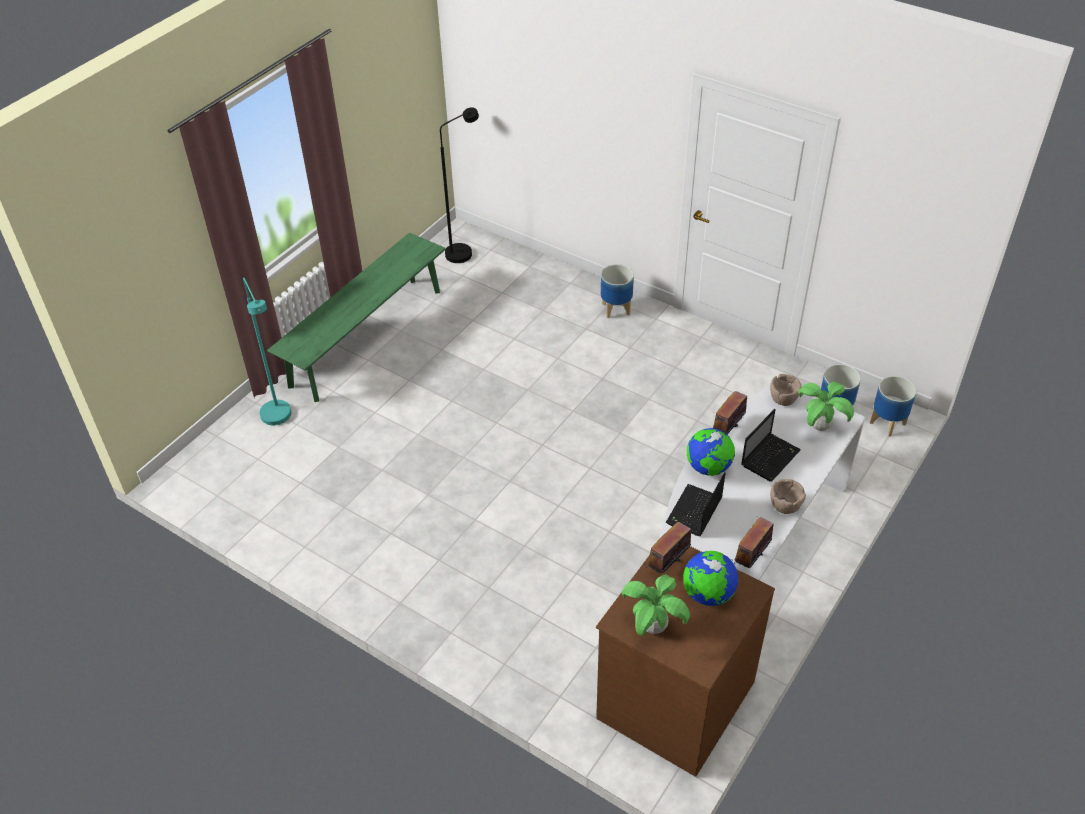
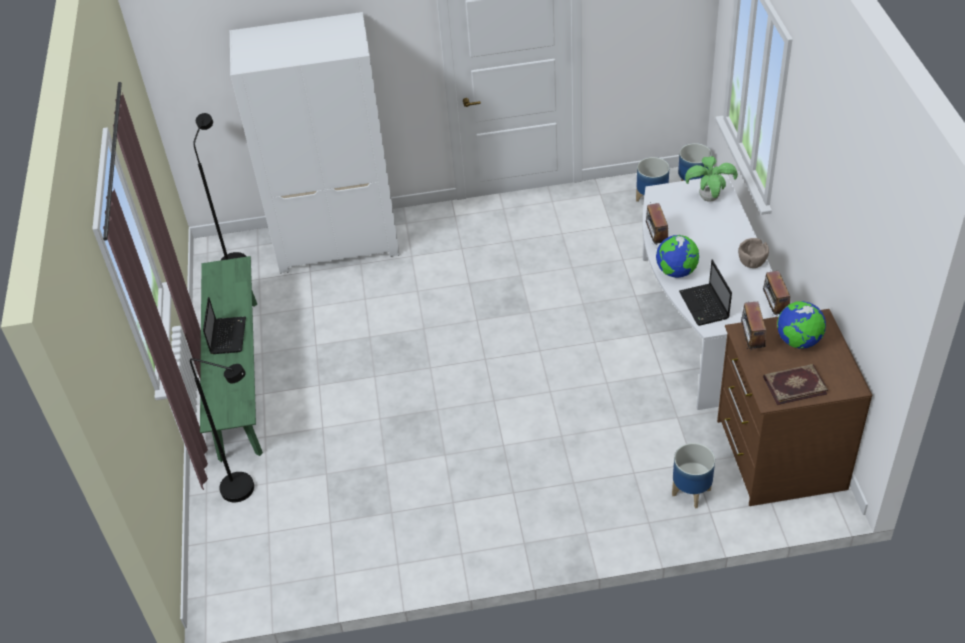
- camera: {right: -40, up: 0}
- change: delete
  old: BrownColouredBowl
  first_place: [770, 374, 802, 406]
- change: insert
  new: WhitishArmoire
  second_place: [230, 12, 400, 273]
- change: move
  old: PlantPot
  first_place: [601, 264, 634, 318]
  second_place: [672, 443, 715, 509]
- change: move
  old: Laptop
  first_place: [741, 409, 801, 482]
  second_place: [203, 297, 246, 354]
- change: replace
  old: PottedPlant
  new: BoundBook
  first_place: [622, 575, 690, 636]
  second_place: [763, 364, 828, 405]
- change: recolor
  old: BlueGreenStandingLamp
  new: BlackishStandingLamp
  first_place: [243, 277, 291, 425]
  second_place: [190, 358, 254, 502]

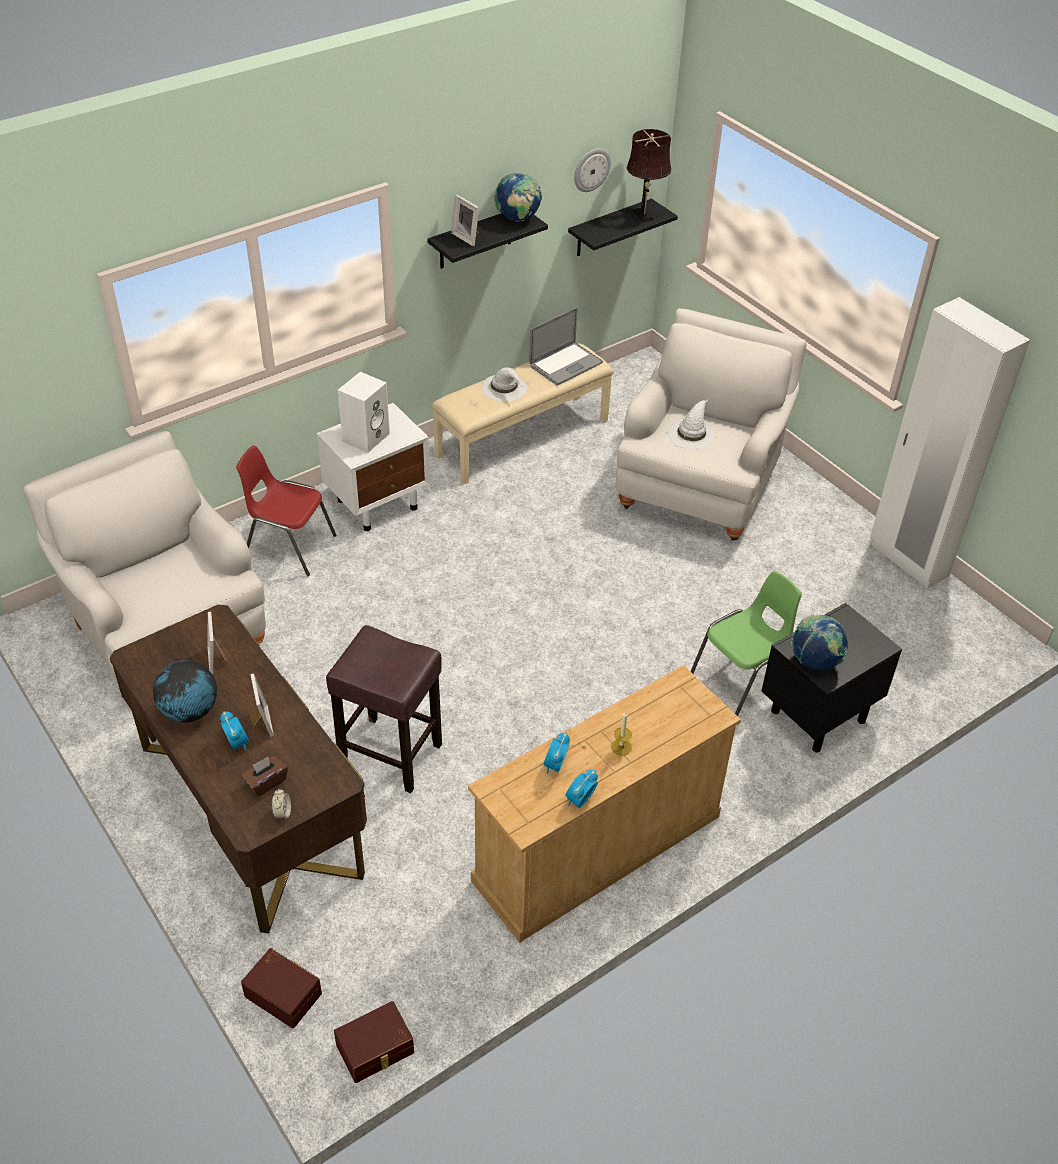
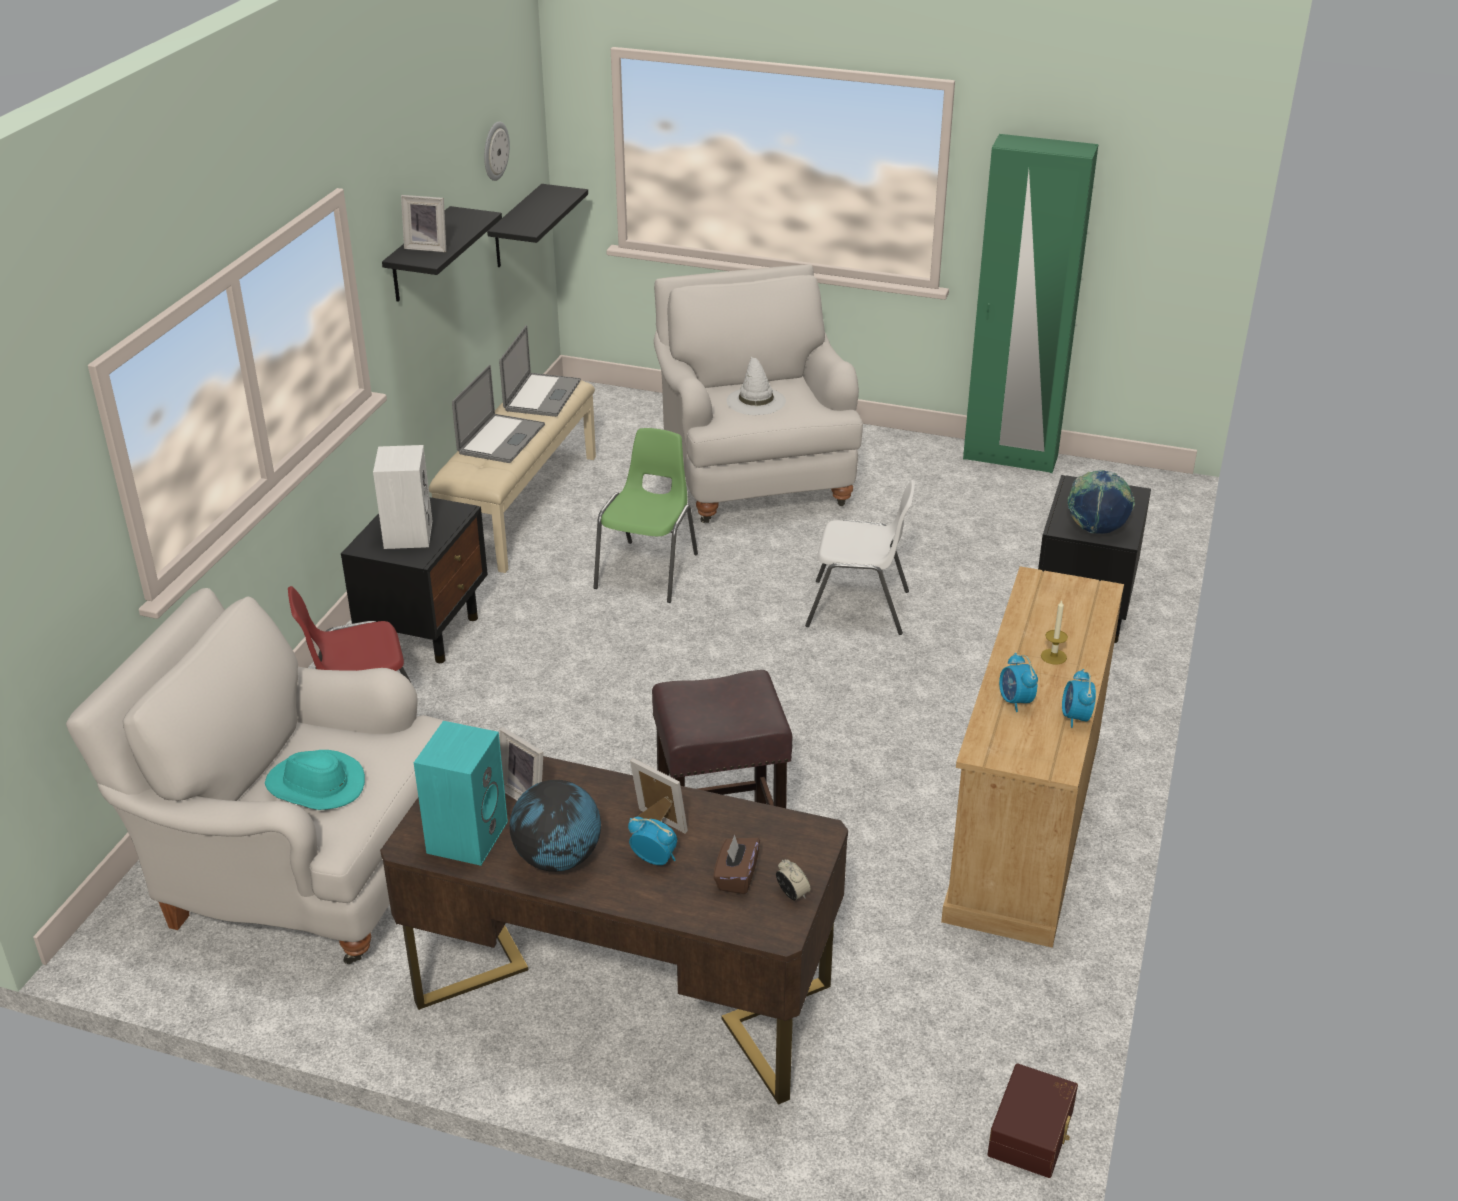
- camera: {right: -35, up: -10}
- change: delete
  old: BrownColouredStorageBox
  first_place: [241, 948, 322, 1028]
- change: delete
  old: WorldGlobe
  first_place: [494, 173, 542, 222]
- change: delete
  old: BrownColouredLampForATable
  first_place: [627, 129, 671, 223]
- change: insert
  new: BlueGreenWearableHat
  second_place: [265, 750, 365, 810]
- change: insert
  new: BlueGreenSpeaker
  second_place: [414, 721, 508, 866]
- change: insert
  new: WhitishPlainChair
  second_place: [805, 480, 915, 635]
- change: move
  old: GreenishPlainChair
  first_place: [691, 571, 802, 716]
  second_place: [594, 428, 698, 603]
- change: replace
  old: WhitishWearableHat
  new: Laptop
  first_place: [481, 368, 527, 402]
  second_place: [452, 365, 545, 463]
- change: recolor
  old: WhitishBedsideTable
  new: BlackishBedsideTable
  first_place: [317, 403, 430, 531]
  second_place: [341, 497, 488, 663]
- change: recolor
  old: WhitishArmoire
  new: GreenishArmoire
  first_place: [869, 297, 1030, 589]
  second_place: [963, 134, 1099, 473]

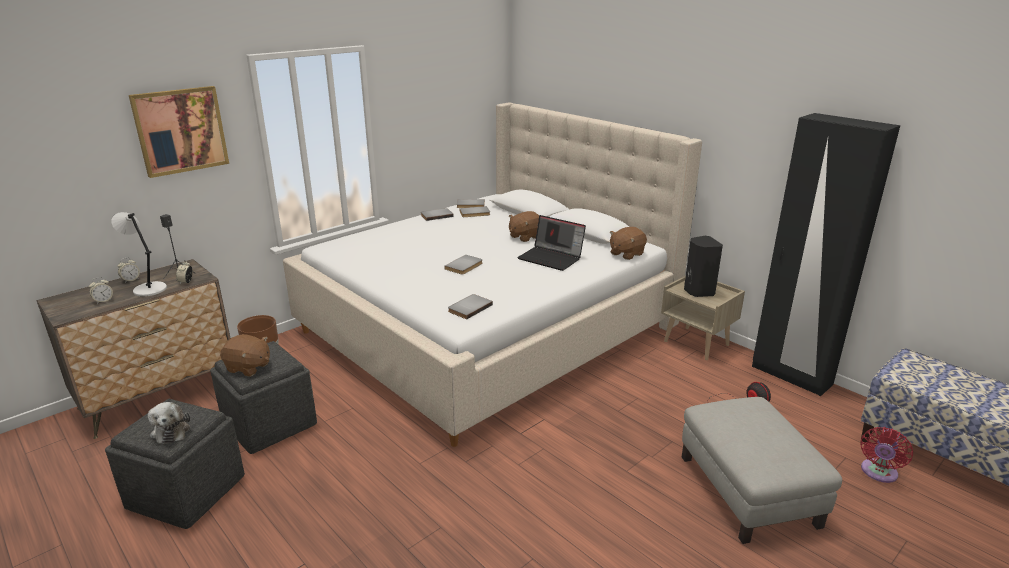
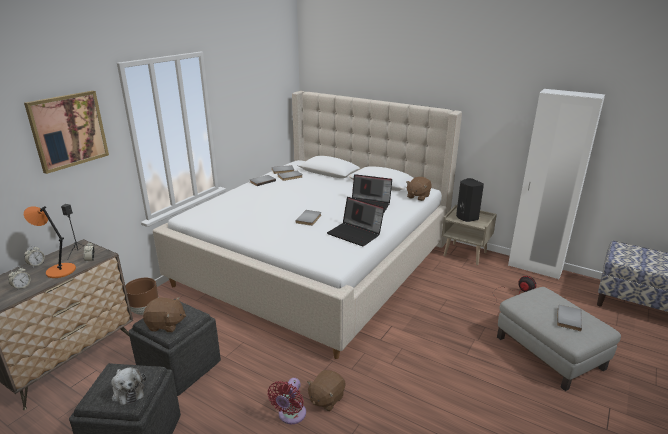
- camera: {right: -15, up: 0}
- change: insert
  new: Laptop
  second_place: [327, 197, 385, 246]
- change: move
  old: GreyishBoundBook
  first_place: [448, 294, 493, 319]
  second_place: [557, 305, 582, 331]
- change: move
  old: BrownColouredPlushToy
  first_place: [509, 211, 539, 242]
  second_place: [307, 370, 345, 411]
- change: move
  old: RedColouredElectricFan
  first_place: [860, 427, 913, 483]
  second_place: [268, 378, 306, 424]
- change: recolor
  old: GreyishLampForATable
  new: OrangeyLampForATable
  first_place: [111, 212, 167, 297]
  second_place: [24, 206, 76, 278]
- change: recolor
  old: BlackishArmoire
  new: WhitishArmoire
  first_place: [752, 113, 900, 396]
  second_place: [508, 89, 605, 279]

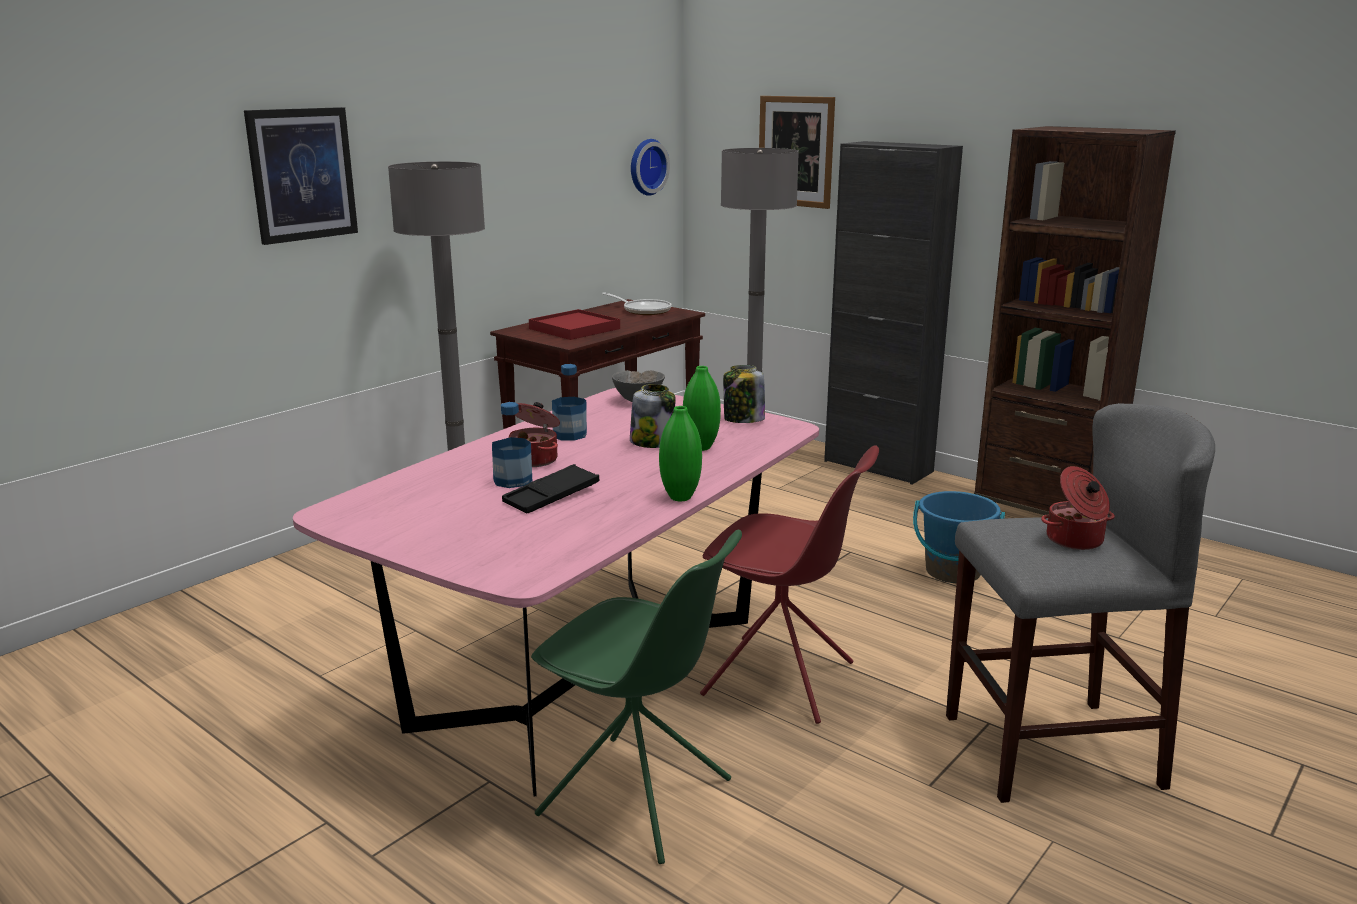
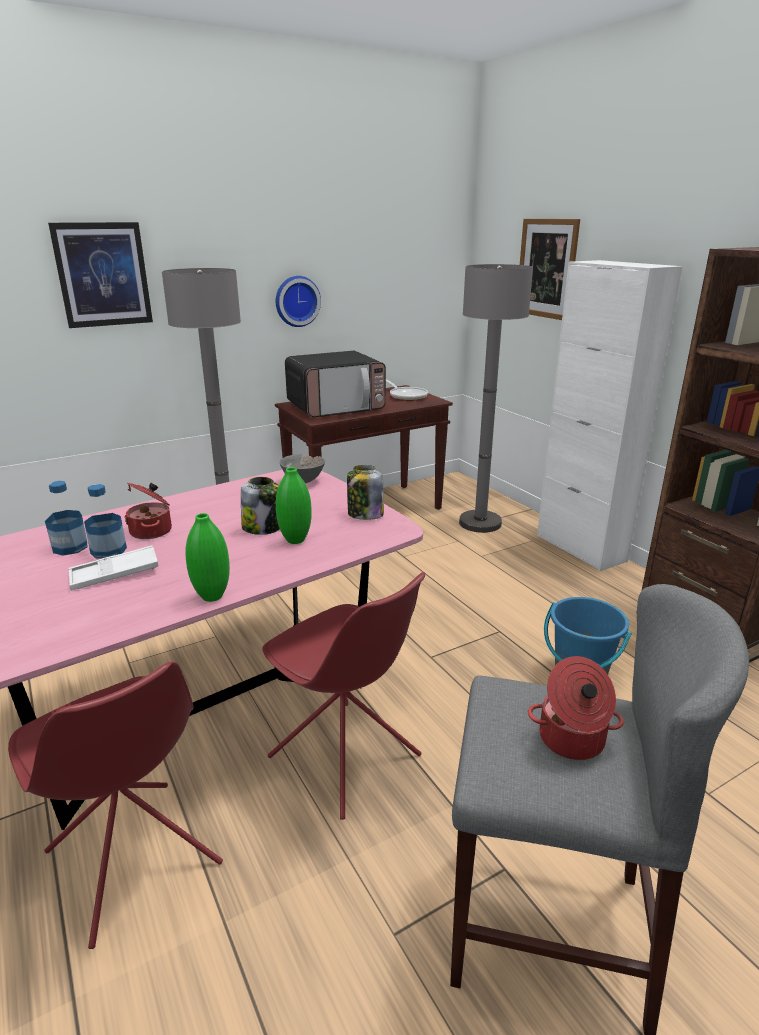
- camera: {right: 20, up: 5}
- change: move
  old: Bottle
  first_place: [552, 364, 587, 441]
  second_place: [45, 481, 88, 556]
- change: move
  old: HangingClock
  first_place: [631, 139, 670, 196]
  second_place: [276, 276, 321, 327]
- change: replace
  old: RedColouredTray
  new: Microwave
  first_place: [529, 309, 620, 340]
  second_place: [285, 351, 386, 418]
- change: recolor
  old: BlackishTray
  new: WhitishTray
  first_place: [502, 464, 599, 514]
  second_place: [69, 545, 159, 590]
- change: recolor
  old: GreenishPlainChair
  new: RedColouredPlainChair
  first_place: [531, 530, 742, 864]
  second_place: [8, 662, 223, 949]
- change: recolor
  old: BlackishCabinet
  new: WhitishCabinet
  first_place: [824, 141, 963, 485]
  second_place: [537, 260, 683, 571]

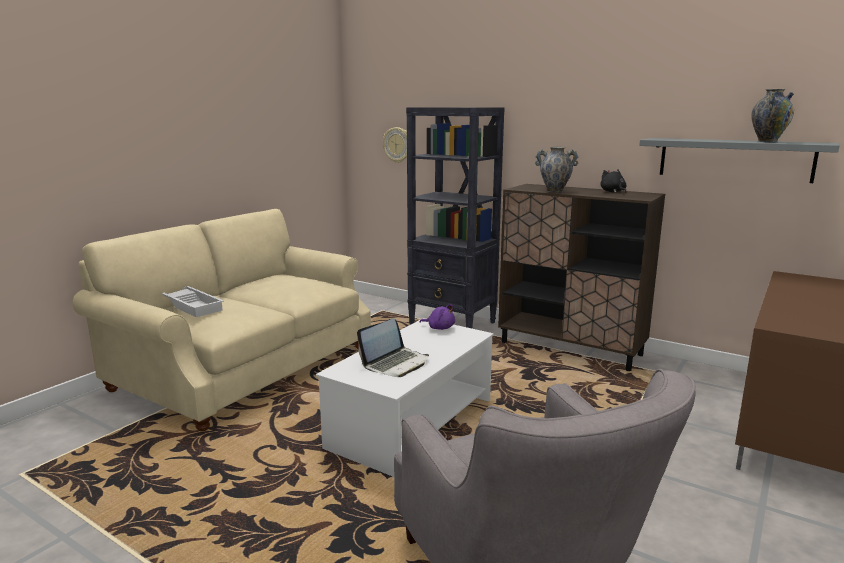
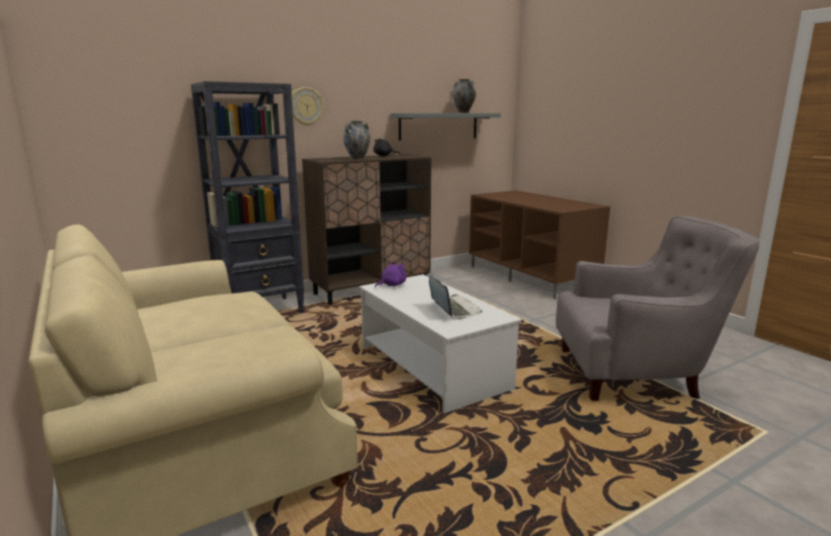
- camera: {right: -65, up: 0}
- change: delete
  old: WhitishTray
  first_place: [162, 286, 224, 317]
- change: move
  old: HangingClock
  first_place: [383, 127, 407, 163]
  second_place: [291, 87, 324, 126]

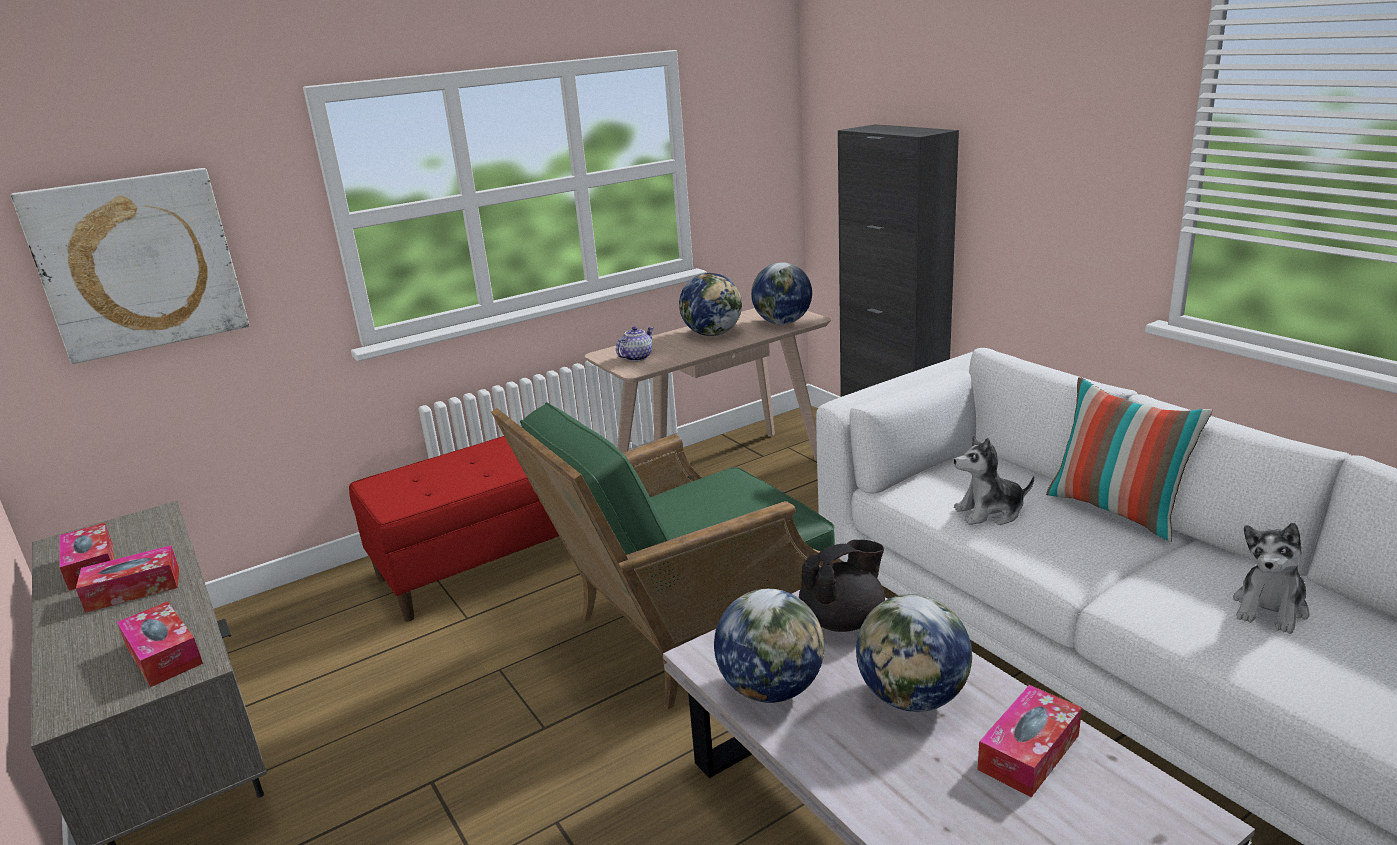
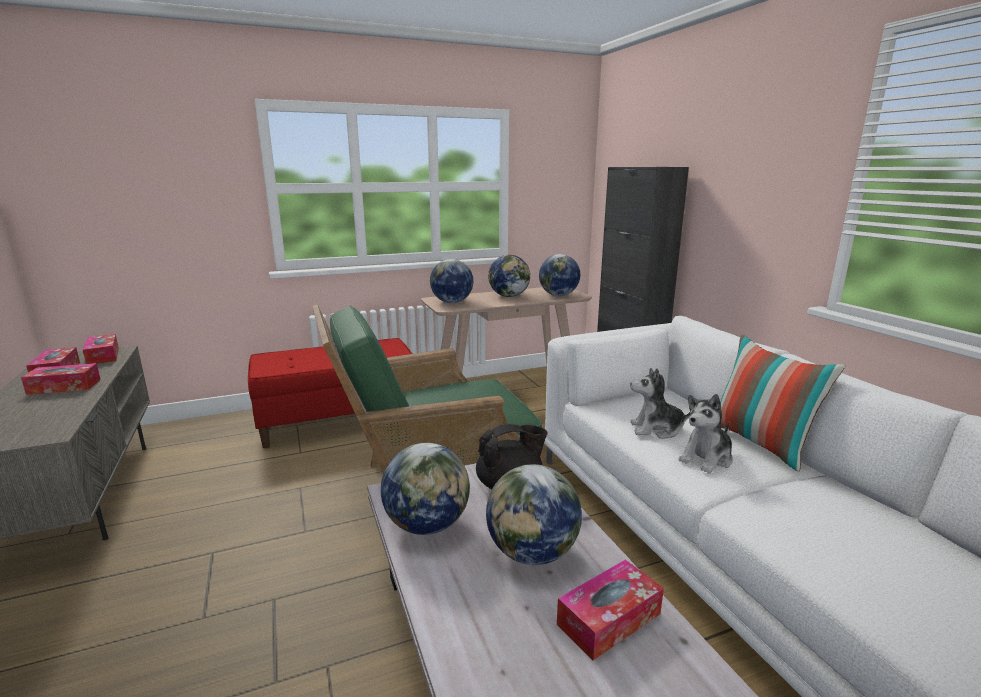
- camera: {right: 10, up: -5}
- change: delete
  old: Picture
  first_place: [11, 168, 249, 364]
- change: move
  old: TissueHolder
  first_place: [117, 601, 203, 687]
  second_place: [83, 334, 119, 364]
- change: move
  old: PlushToy
  first_place: [1233, 523, 1310, 634]
  second_place: [678, 394, 733, 474]
- change: replace
  old: PotForTea
  new: WorldGlobe
  first_place: [616, 326, 654, 361]
  second_place: [430, 259, 473, 303]

